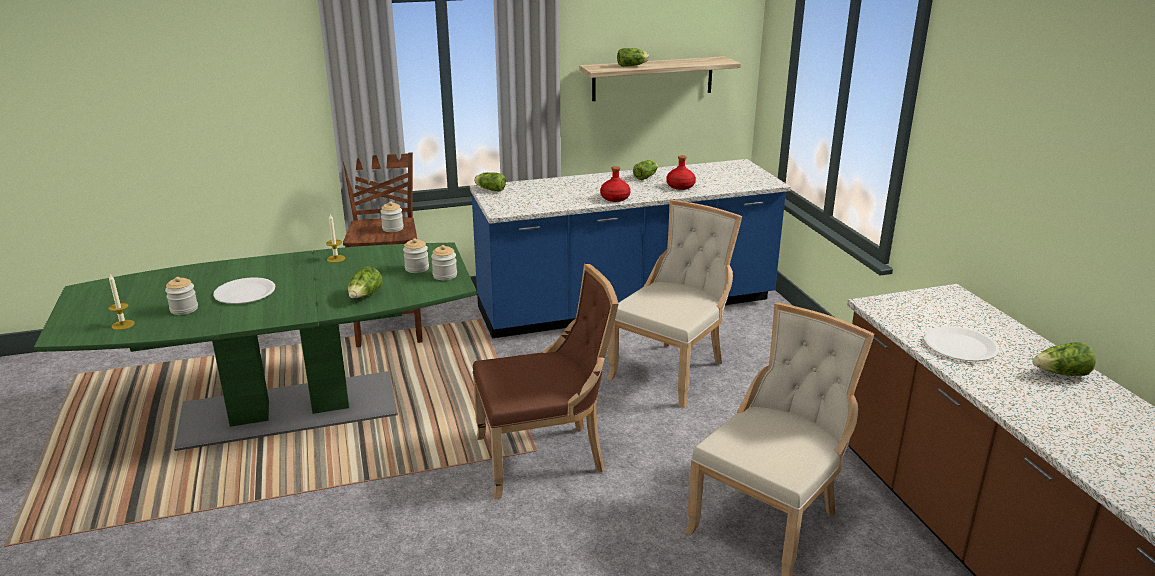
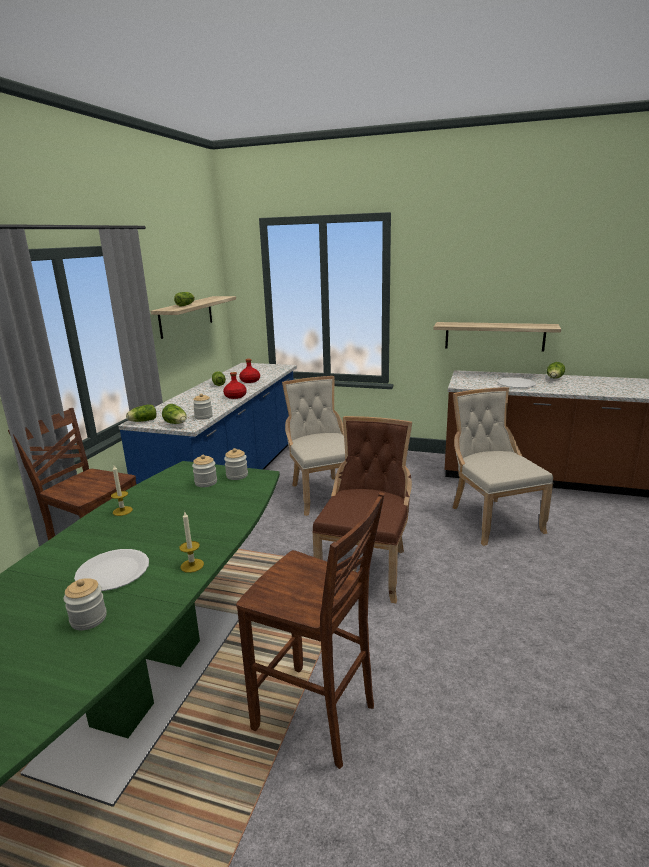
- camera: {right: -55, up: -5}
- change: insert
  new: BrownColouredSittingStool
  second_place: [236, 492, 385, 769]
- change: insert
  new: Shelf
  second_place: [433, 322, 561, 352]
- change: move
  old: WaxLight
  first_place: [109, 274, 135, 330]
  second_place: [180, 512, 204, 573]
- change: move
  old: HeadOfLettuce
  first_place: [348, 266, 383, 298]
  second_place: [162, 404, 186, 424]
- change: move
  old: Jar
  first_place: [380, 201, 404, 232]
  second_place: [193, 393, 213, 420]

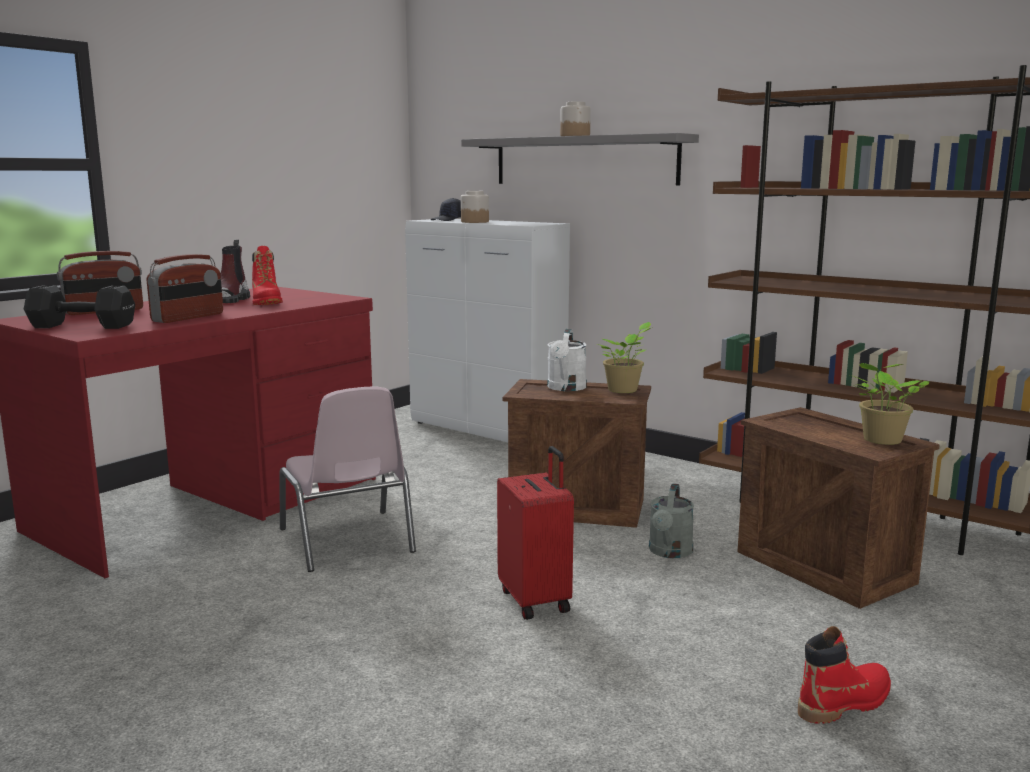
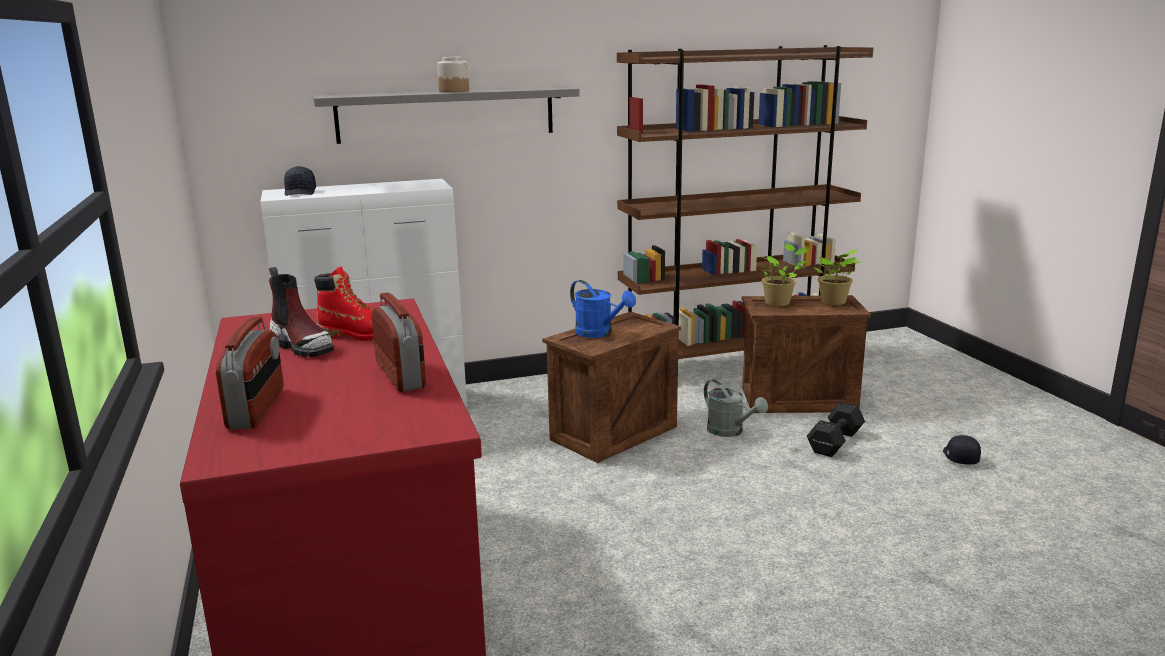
- camera: {right: -55, up: 5}
- change: delete
  old: PinkPlainChair
  first_place: [279, 387, 416, 572]
- change: delete
  old: Jar
  first_place: [461, 191, 489, 223]
- change: delete
  old: RedColouredPieceOfLuggage
  first_place: [497, 446, 574, 620]
- change: move
  old: BlackishFreeWeight
  first_place: [24, 285, 135, 329]
  second_place: [807, 402, 865, 457]
- change: move
  old: PottedPlant
  first_place: [598, 322, 651, 393]
  second_place: [760, 244, 809, 306]
- change: replace
  old: RedColouredHighTopBoot
  new: BlackishPeakedCap
  first_place: [798, 626, 891, 724]
  second_place: [943, 435, 981, 464]
- change: recolor
  old: WhitishWateringPot
  new: BlueColouredWateringPot
  first_place: [547, 329, 587, 391]
  second_place: [570, 280, 636, 338]

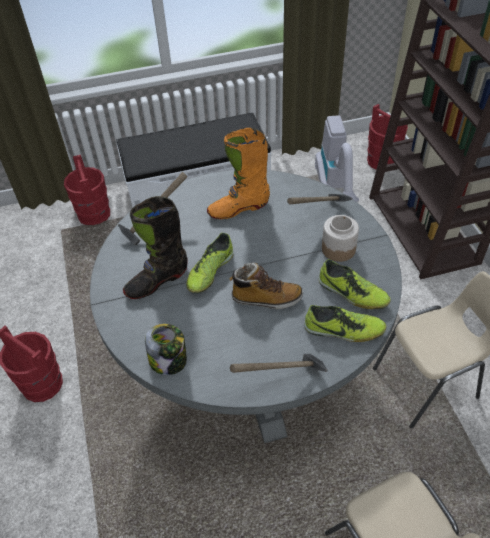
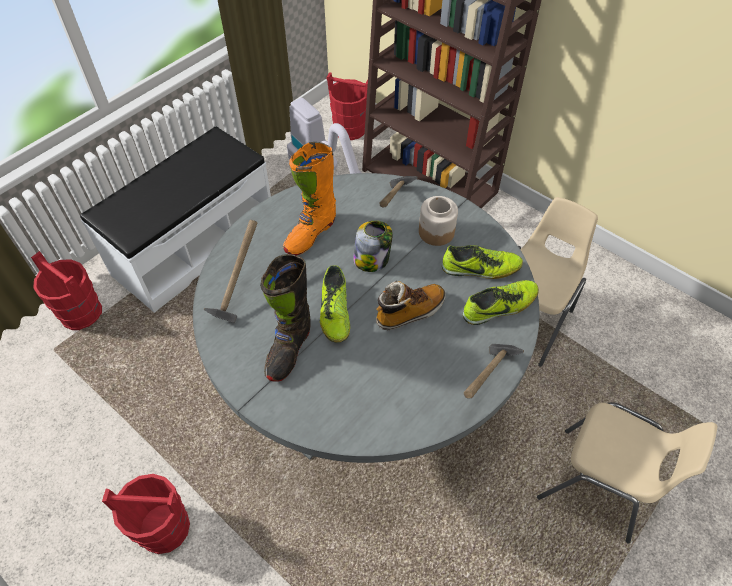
- camera: {right: -35, up: 5}
- change: move
  old: Jar
  first_place: [145, 324, 187, 375]
  second_place: [353, 221, 393, 272]

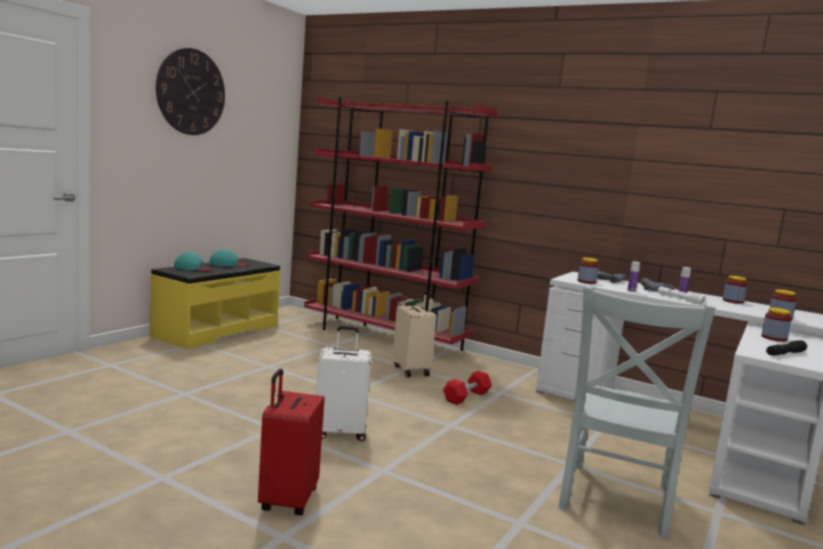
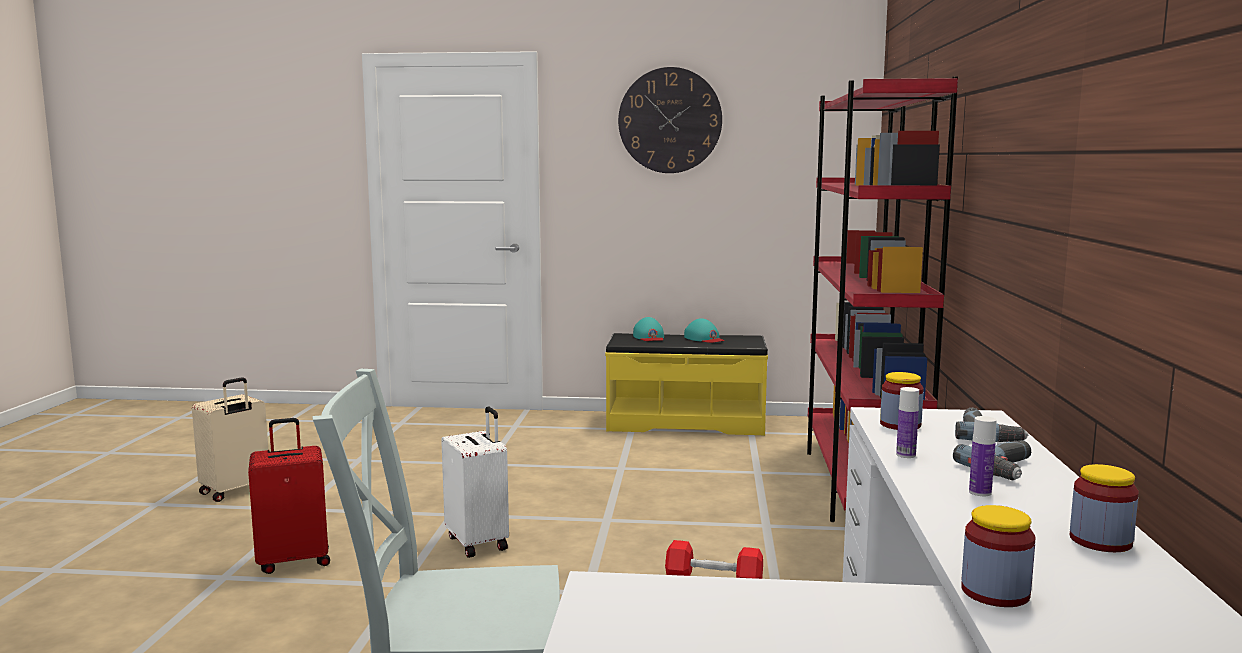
- camera: {right: 65, up: 0}
- change: delete
  old: WhitishFlashlight
  first_place: [658, 287, 706, 305]
- change: delete
  old: Jar
  first_place: [761, 308, 792, 342]
- change: delete
  old: BlackishFlashlight
  first_place: [766, 340, 807, 356]
- change: move
  old: BeigePieceOfLuggage
  first_place: [392, 291, 436, 377]
  second_place: [192, 377, 268, 502]

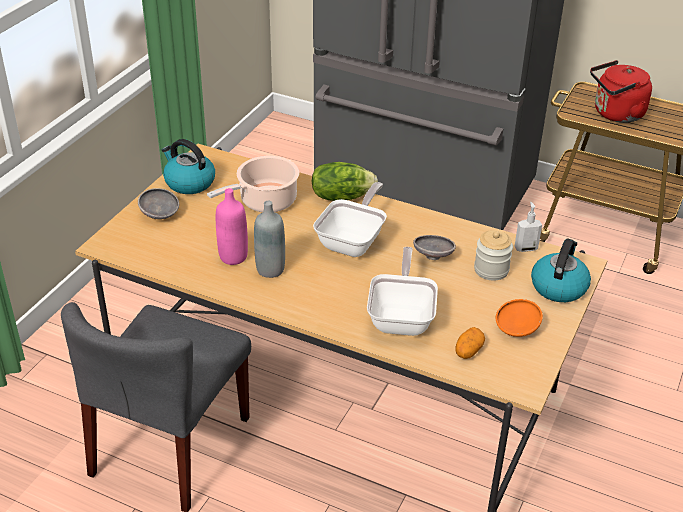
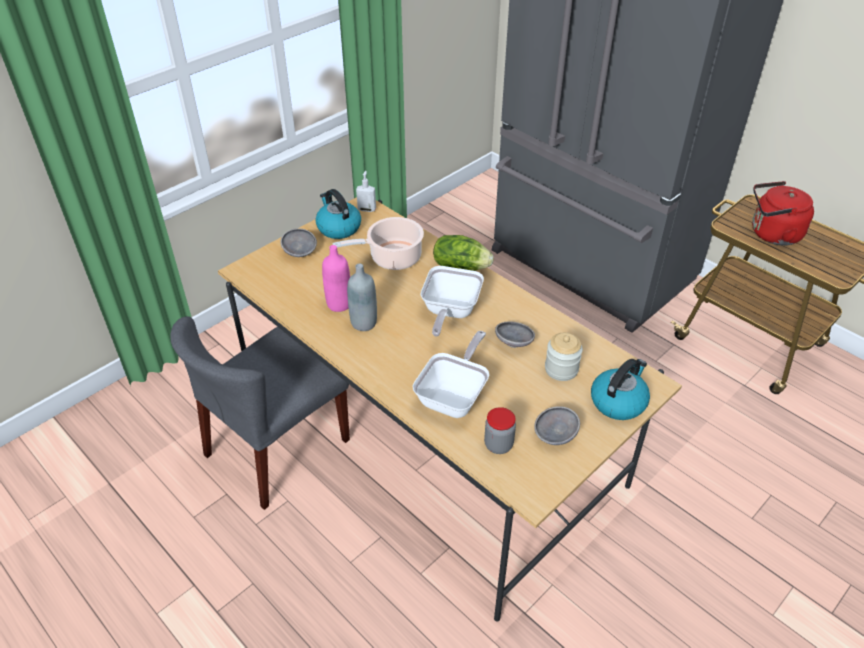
- camera: {right: 20, up: 5}
- change: move
  old: SoapBottle
  first_place: [515, 202, 542, 252]
  second_place: [356, 171, 376, 212]
- change: replace
  old: Potato
  new: Jar
  first_place: [455, 327, 485, 359]
  second_place: [484, 407, 516, 454]
- change: recolor
  old: OrangeyBowl
  new: GreyishBowl
  first_place: [496, 299, 543, 337]
  second_place: [534, 406, 580, 445]
- change: rotate
  old: Pan
  first_place: [313, 182, 387, 257]
  second_place: [421, 266, 484, 337]
  degrees: 150

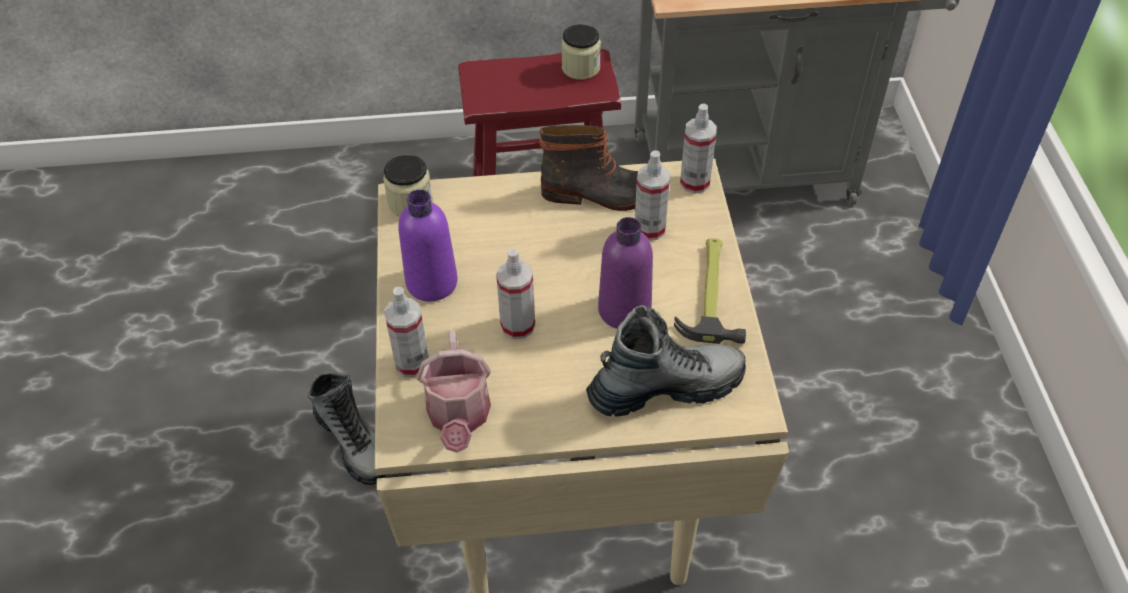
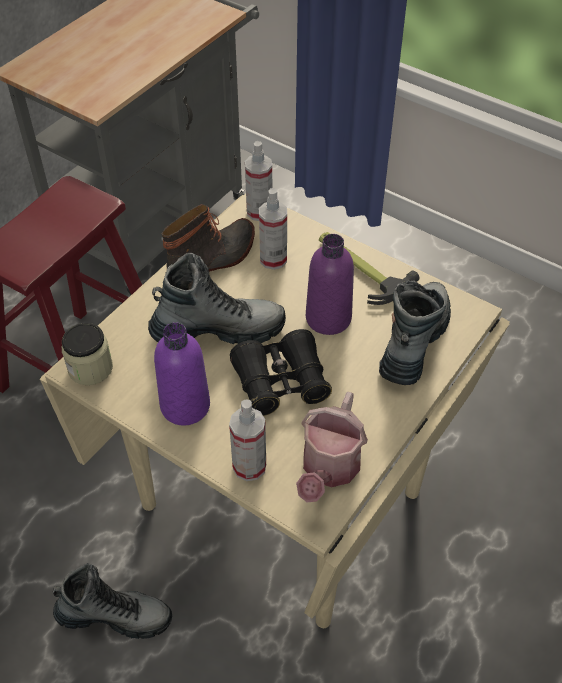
- camera: {right: -50, up: 0}
- change: delete
  old: Jar
  first_place: [561, 24, 601, 80]
- change: insert
  new: HighTopBoot
  second_place: [148, 253, 286, 344]
- change: replace
  old: SprayBottle
  new: BlackishPairOfBinoculars
  first_place: [496, 249, 535, 339]
  second_place: [230, 329, 332, 416]
- change: rotate
  old: WateringPot
  first_place: [417, 330, 491, 453]
  second_place: [296, 392, 368, 502]
  degrees: 75

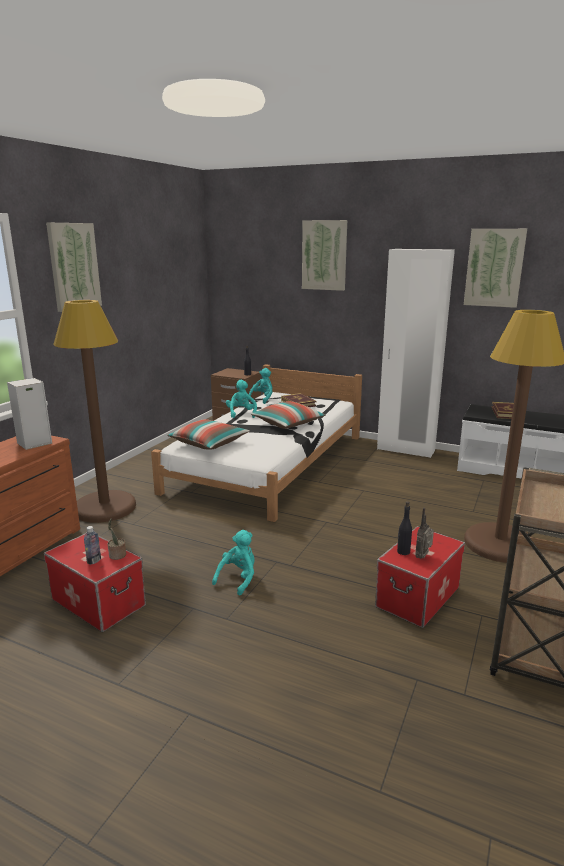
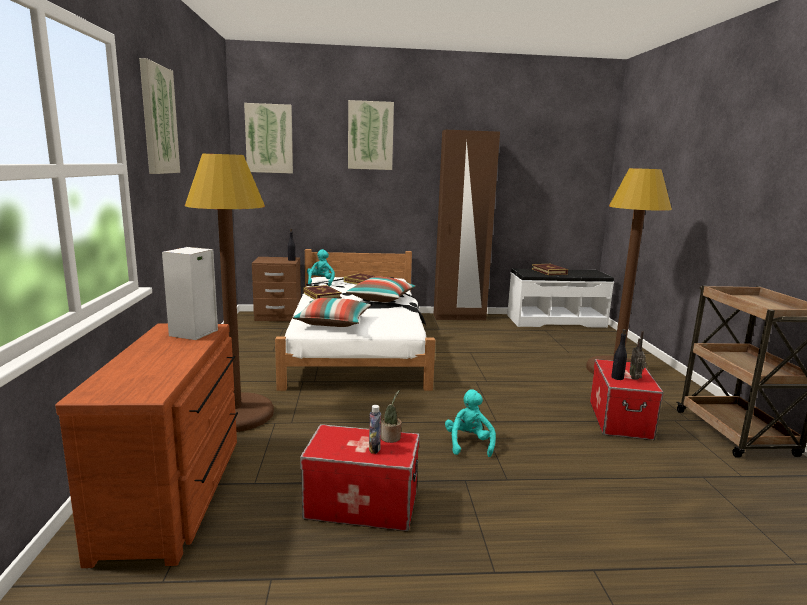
- camera: {right: -30, up: -5}
- change: move
  old: Picture
  first_place: [464, 229, 527, 308]
  second_place: [244, 103, 293, 173]
- change: replace
  old: BlueGreenPlushToy
  new: BoundBook
  first_place: [226, 380, 257, 418]
  second_place: [303, 285, 342, 300]
- change: recolor
  old: WhitishArmoire
  new: BrownColouredArmoire
  first_place: [377, 249, 455, 458]
  second_place: [434, 130, 500, 321]

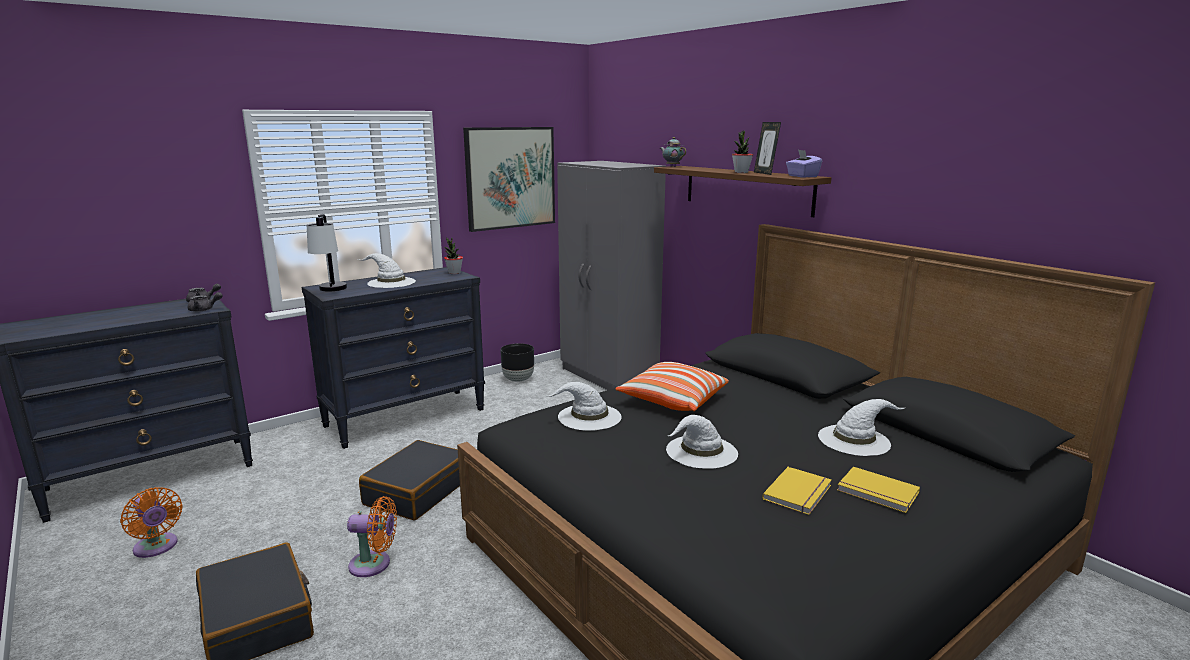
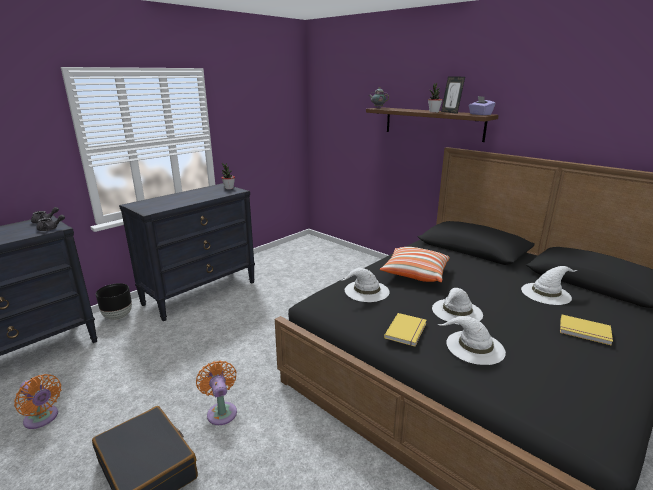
- camera: {right: -10, up: 5}
- change: delete
  old: LampForATable
  first_place: [307, 214, 347, 291]
- change: delete
  old: BlackishPieceOfLuggage
  first_place: [359, 440, 460, 520]
- change: delete
  old: Picture
  first_place: [463, 127, 555, 232]
- change: delete
  old: GreyishArmoire
  first_place: [557, 161, 666, 390]
- change: move
  old: WhitishWearableHat
  first_place: [358, 253, 416, 288]
  second_place: [437, 316, 506, 365]
- change: move
  old: BlackishPlantPot
  first_place: [501, 343, 534, 382]
  second_place: [96, 283, 132, 320]
- change: move
  old: YellowishBoundBook
  first_place: [762, 467, 832, 515]
  second_place: [384, 313, 426, 347]
- change: rotate
  old: OrangeyElectricFan
  first_place: [347, 496, 397, 577]
  second_place: [196, 360, 237, 425]
  degrees: -105

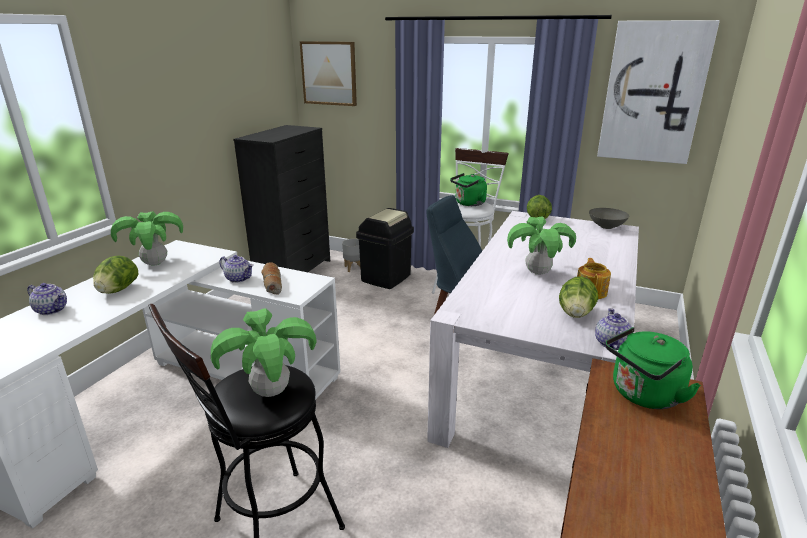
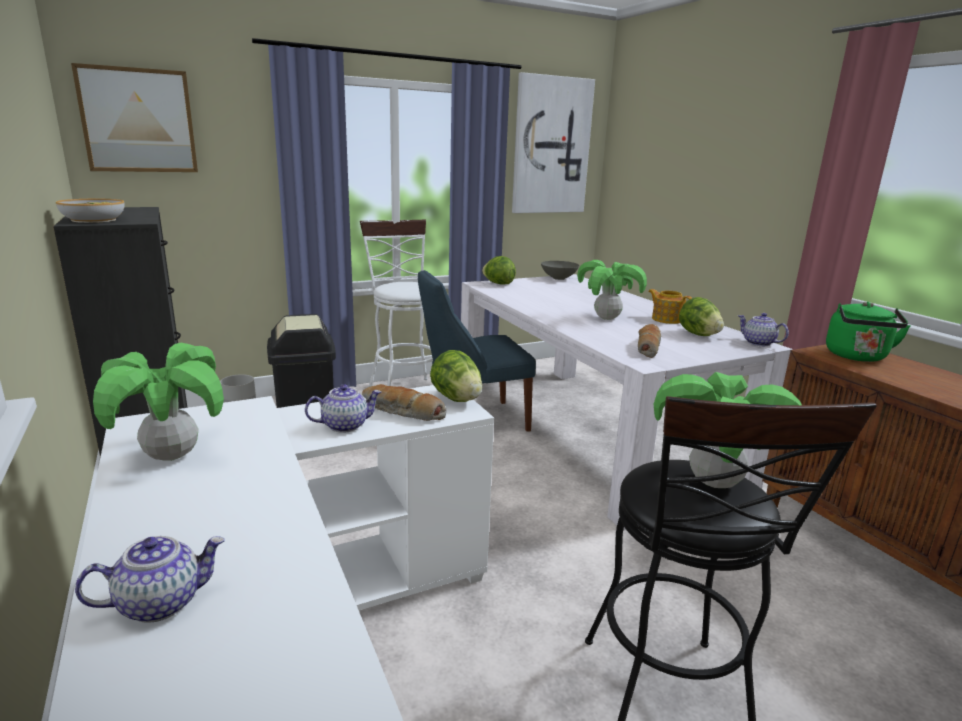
- camera: {right: -50, up: -5}
- change: delete
  old: GreenishKettle
  first_place: [450, 173, 487, 206]
- change: insert
  new: Bowl
  second_place: [56, 199, 125, 223]
- change: insert
  new: BakedBread
  second_place: [638, 324, 661, 358]
- change: move
  old: HeadOfLettuce
  first_place: [93, 256, 138, 294]
  second_place: [430, 350, 482, 402]

